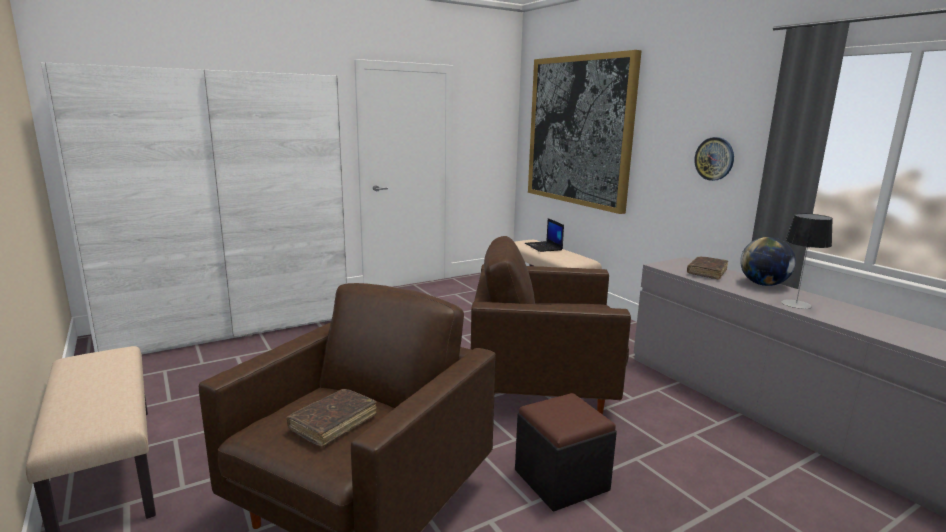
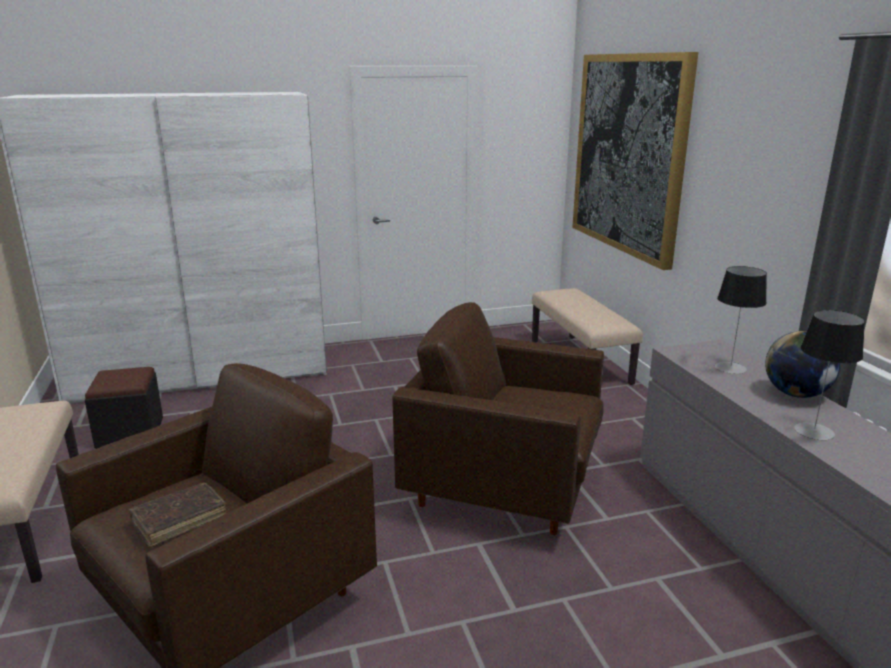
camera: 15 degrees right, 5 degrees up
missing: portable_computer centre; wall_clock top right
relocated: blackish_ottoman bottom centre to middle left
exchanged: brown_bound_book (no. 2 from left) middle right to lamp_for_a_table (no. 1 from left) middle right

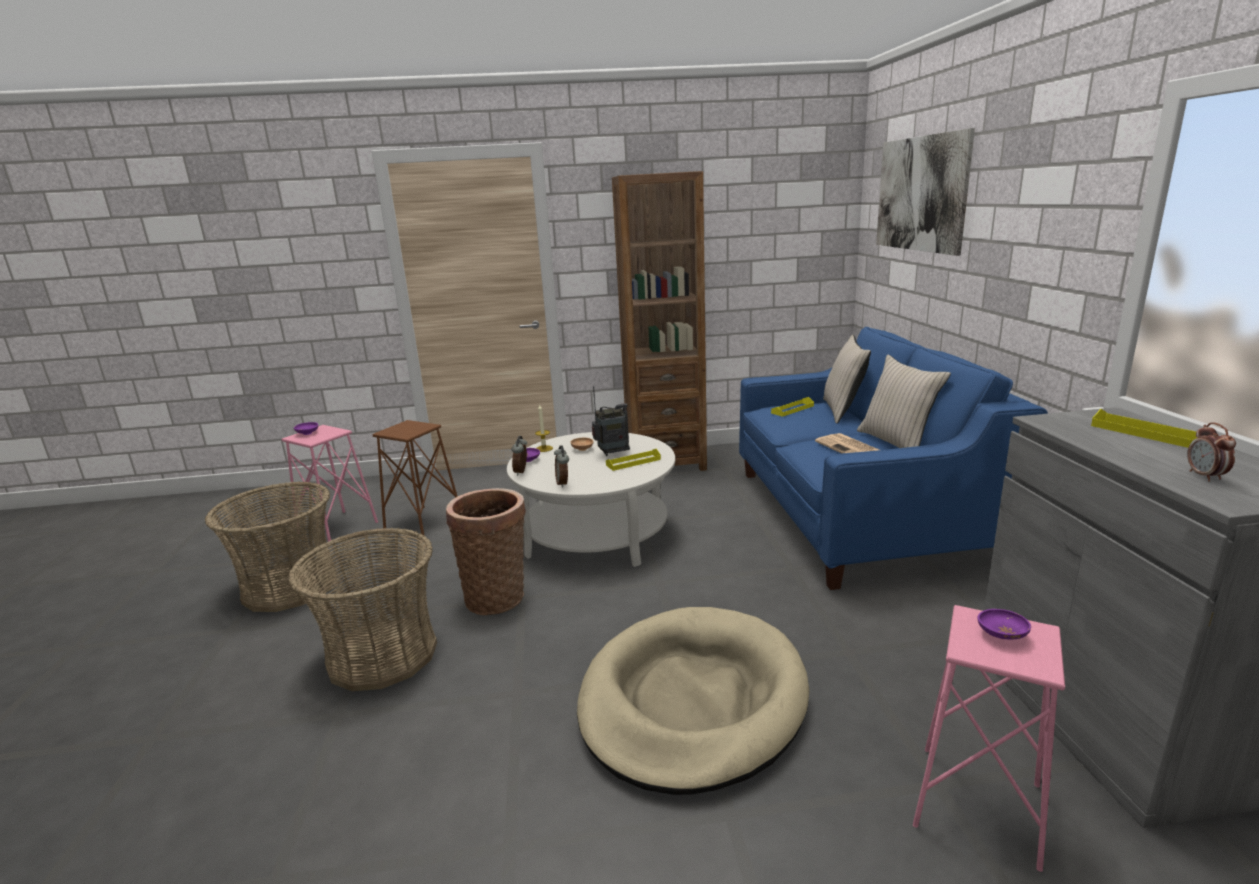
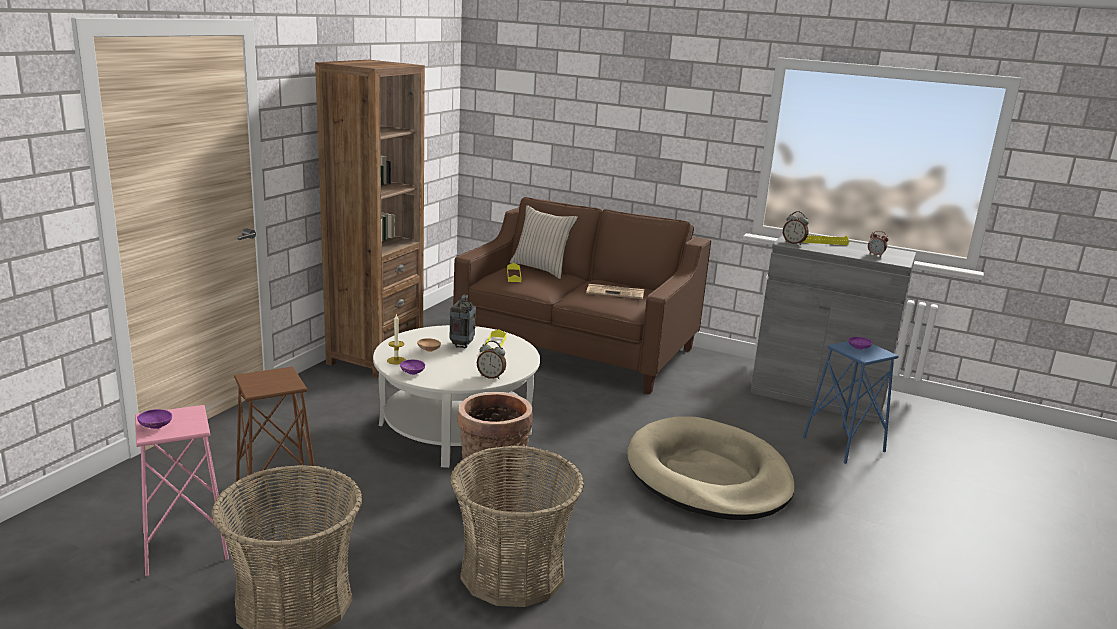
camera: 60 degrees left, 0 degrees up
missing: beige_pillow (no. 2 from left) middle right; picture top right
relocated: alarm_clock (no. 1 from left in the first image) centre to alarm_clock (no. 2 from left) middle right
colour: blue-coloured_settee middle right to brown_settee centre; pink-coloured_stool_seat (no. 2 from left) bottom right to blue-coloured_stool_seat middle right

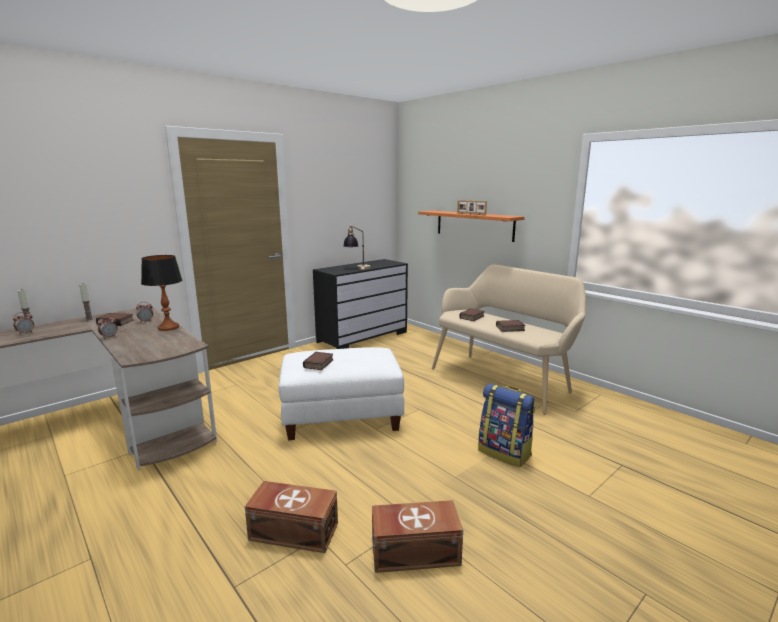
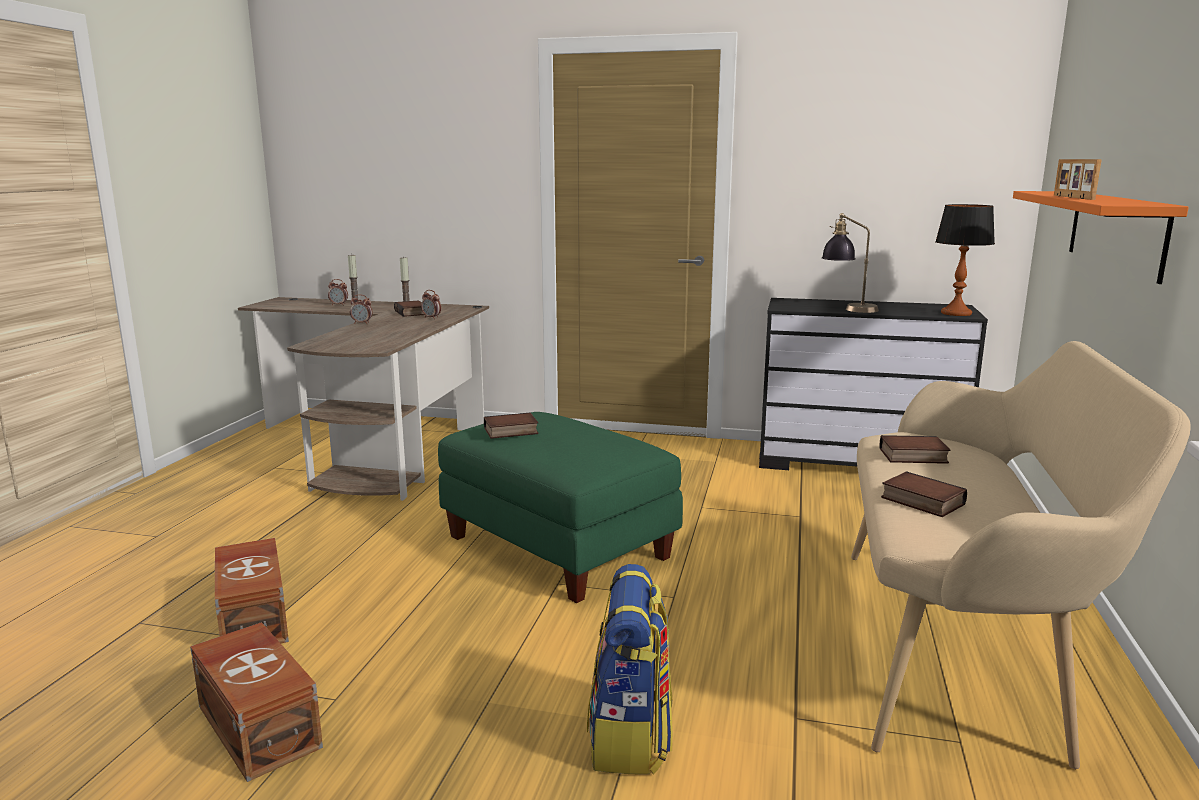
camera: 55 degrees right, 0 degrees up
relocated: lamp_for_a_table (no. 1 from left in the first image) middle left to lamp_for_a_table (no. 2 from left) top right
colour: whitish_ottoman centre to green-coloured_ottoman centre

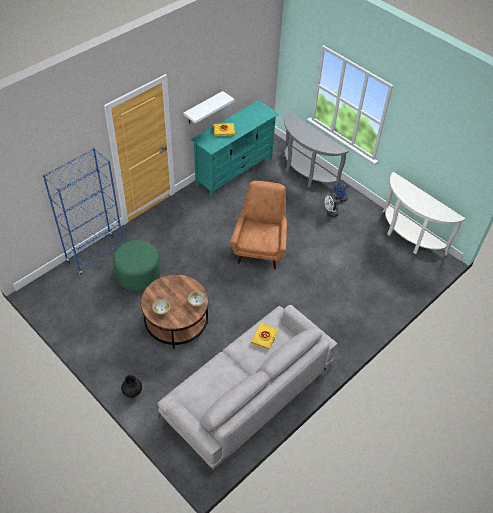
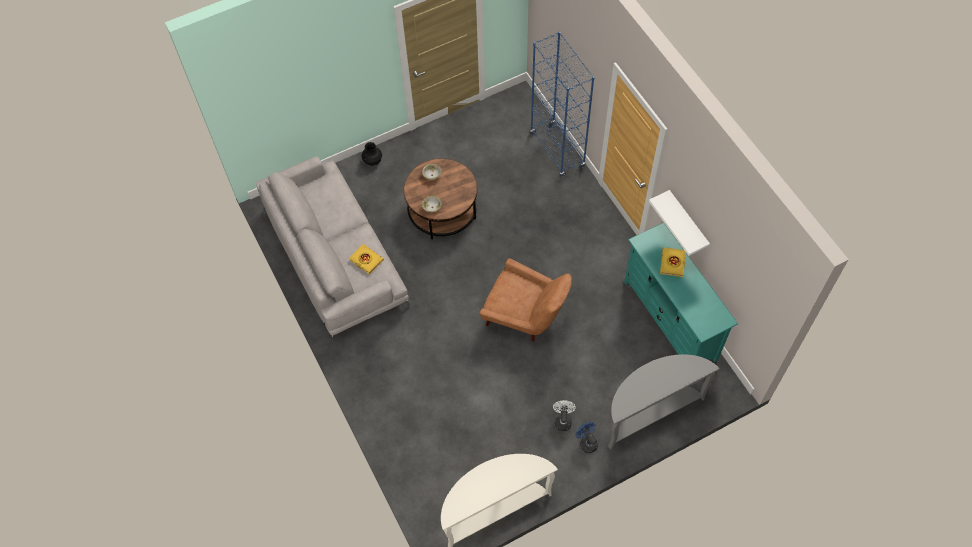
camera: 110 degrees right, 10 degrees up
missing: green-coloured_ottoman middle left

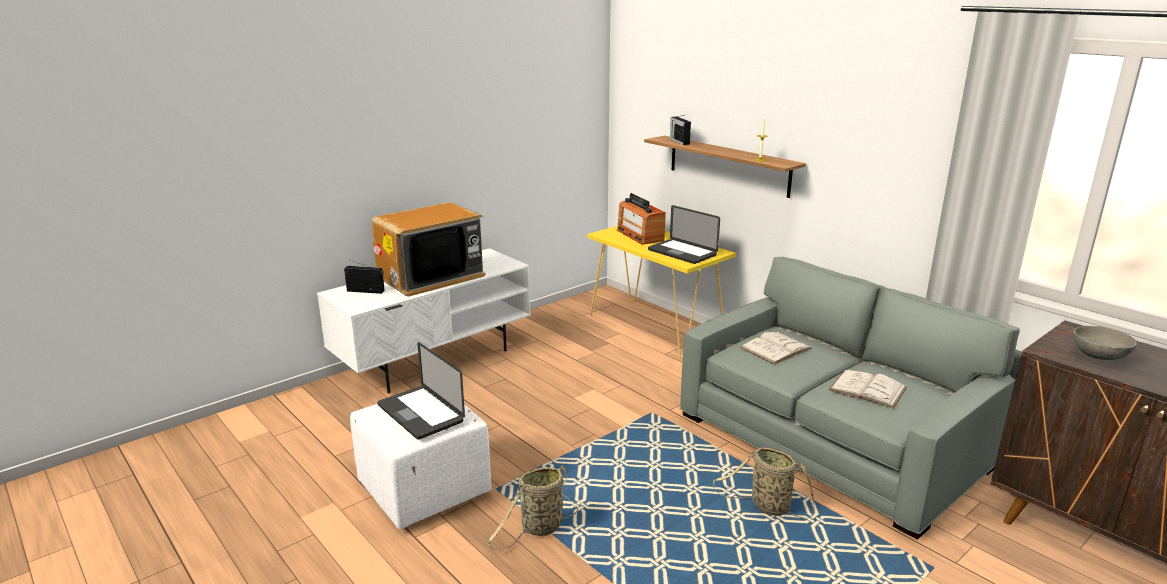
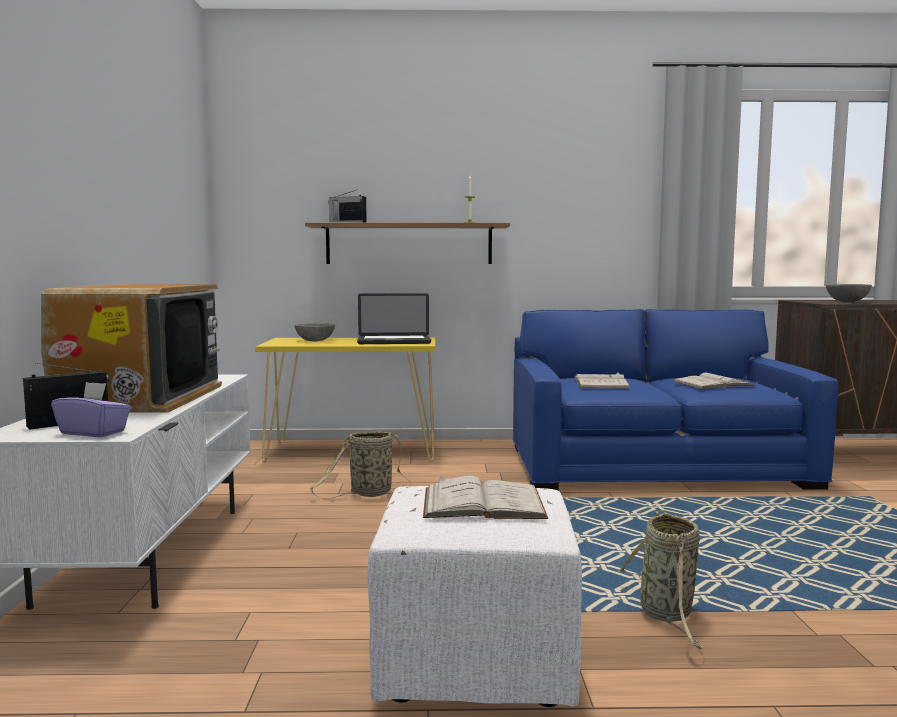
camera: 50 degrees left, 15 degrees down
appeared: purple_tissue_holder middle left
relocated: household_basket (no. 2 from left in the first image) bottom centre to household_basket (no. 1 from left) centre
exchanged: radio_set (no. 2 from left) centre to grey_deep_dish (no. 1 from left) centre; portable_computer (no. 1 from left) bottom centre to whitish_bound_book (no. 1 from left) bottom centre
colour: grey_settee bottom right to blue-coloured_settee middle right

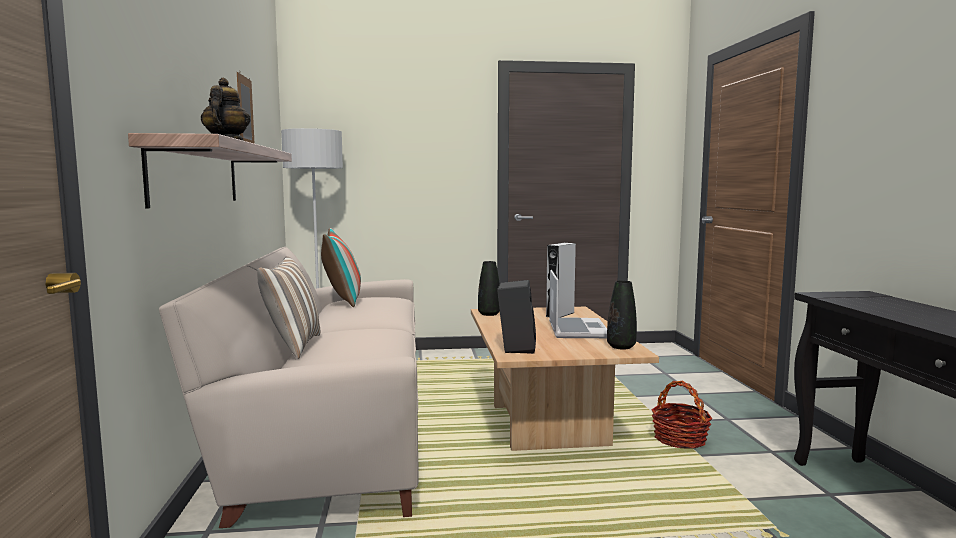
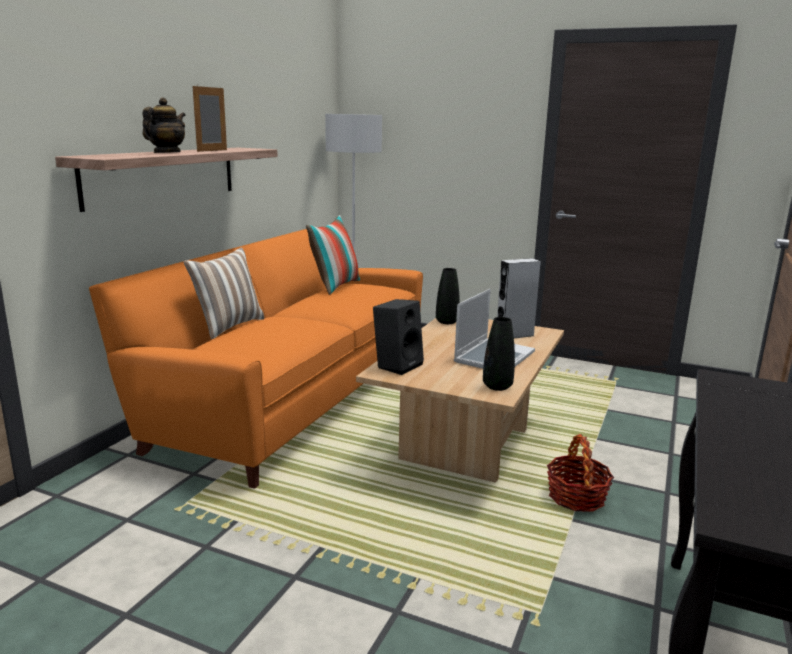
camera: 30 degrees right, 10 degrees up
colour: beige_settee bottom left to orangey_settee middle left

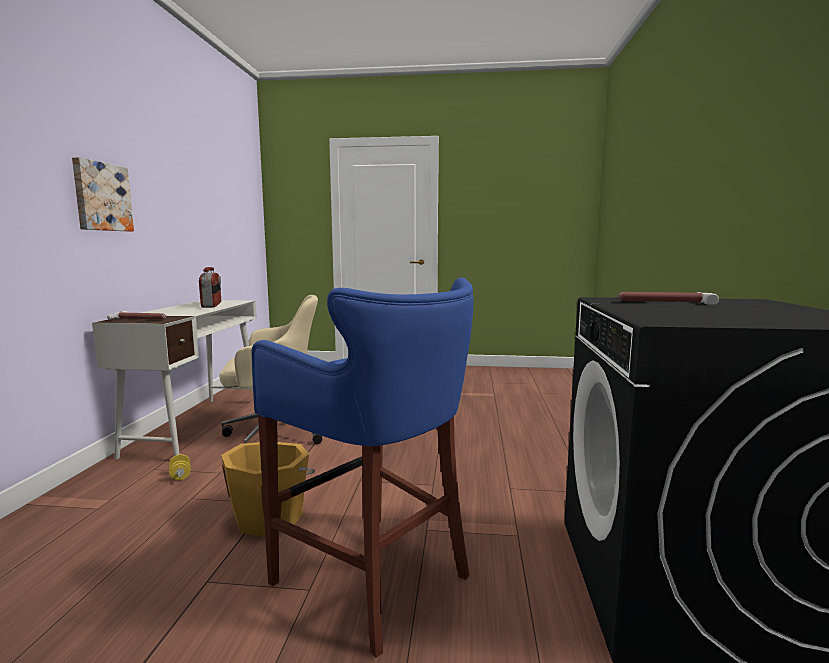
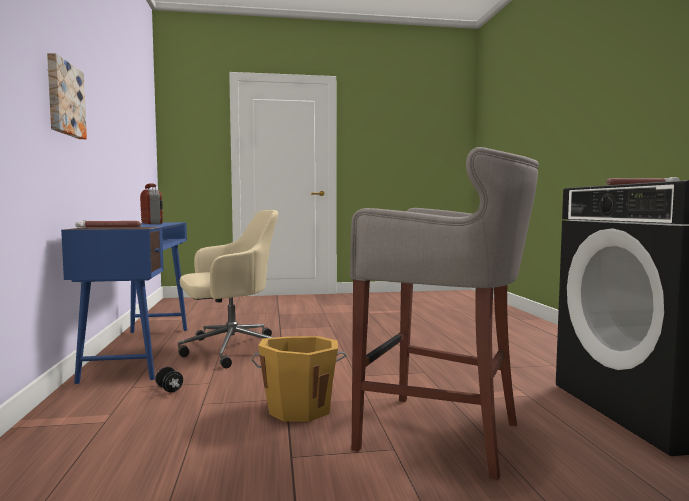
camera: 15 degrees left, 5 degrees down
colour: whitish_desk_unit middle left to blue-coloured_desk_unit middle left; yellow_hand_weight bottom left to blackish_hand_weight bottom left; blue-coloured_stool_seat bottom centre to grey_stool_seat centre

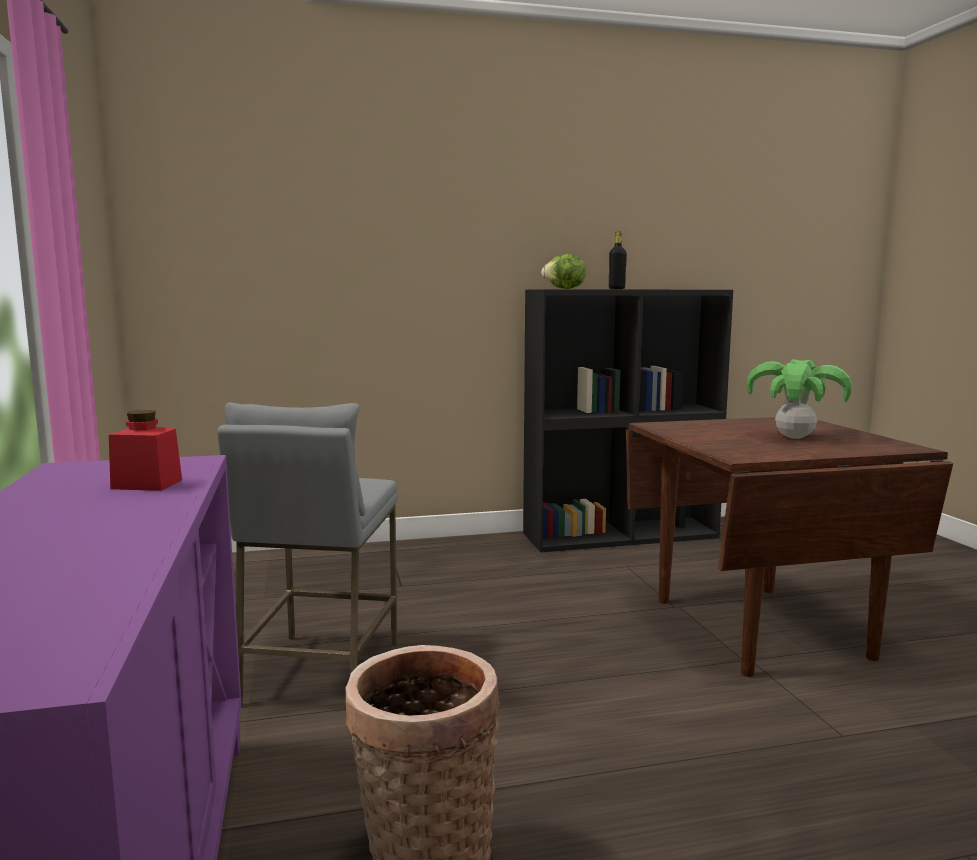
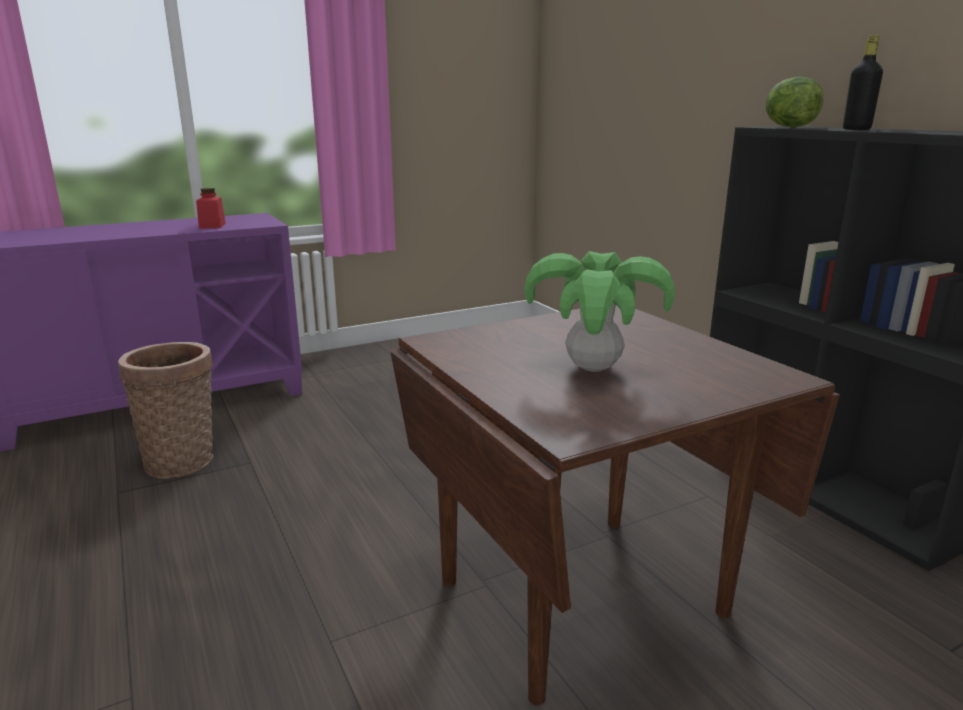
camera: 75 degrees right, 10 degrees up
missing: grey_stool_seat middle left

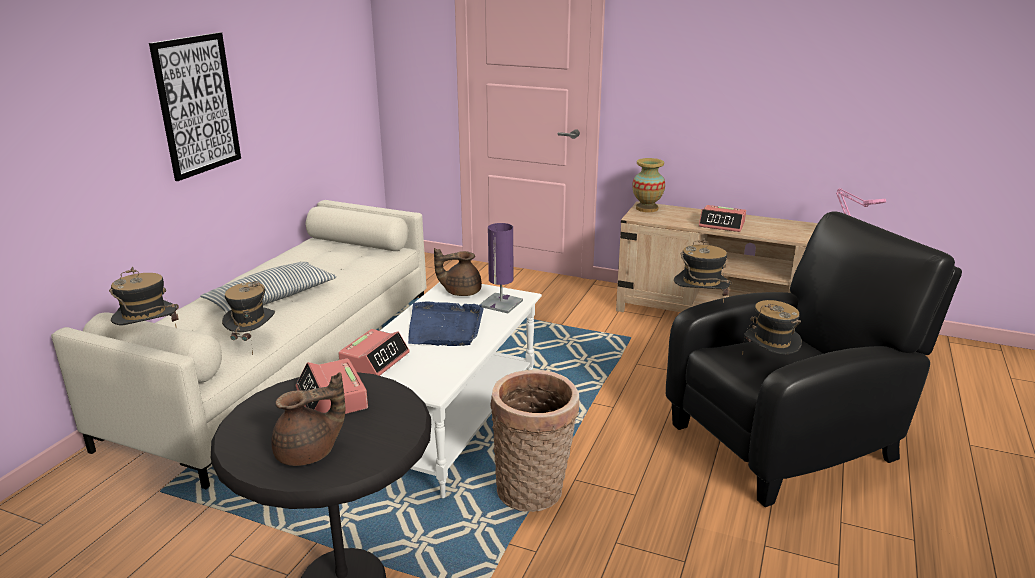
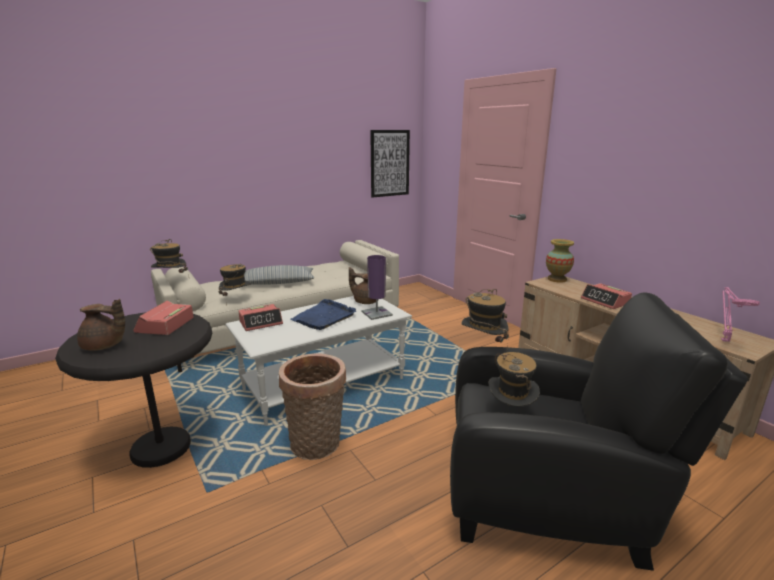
camera: 35 degrees right, 5 degrees down
relocated: picture top left to top centre

